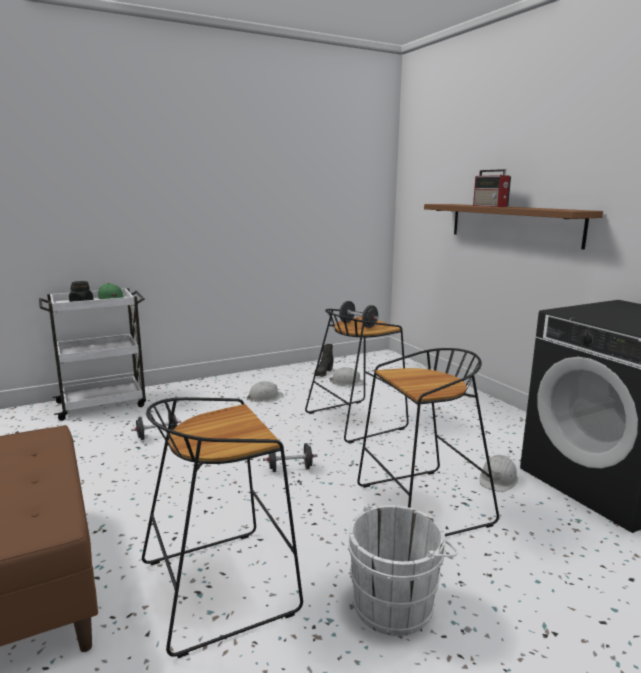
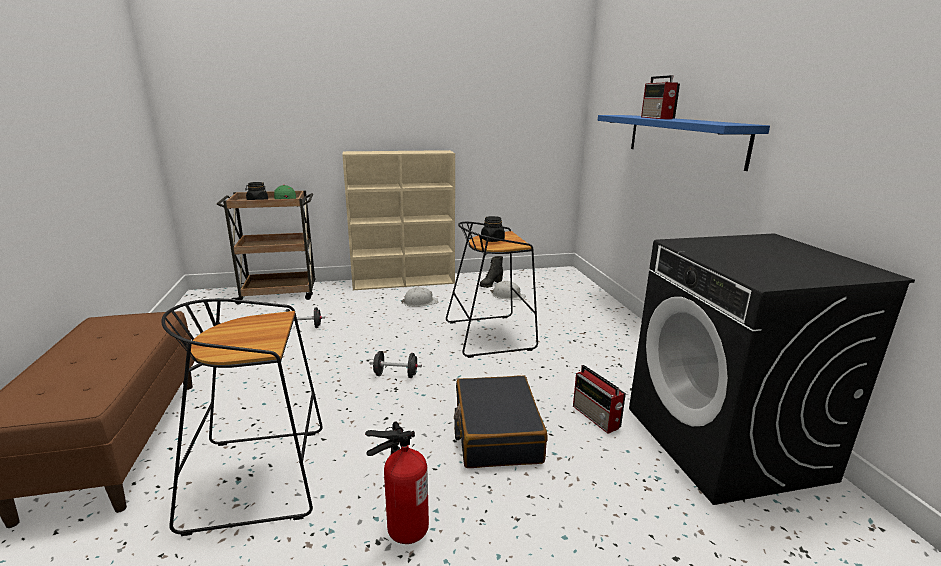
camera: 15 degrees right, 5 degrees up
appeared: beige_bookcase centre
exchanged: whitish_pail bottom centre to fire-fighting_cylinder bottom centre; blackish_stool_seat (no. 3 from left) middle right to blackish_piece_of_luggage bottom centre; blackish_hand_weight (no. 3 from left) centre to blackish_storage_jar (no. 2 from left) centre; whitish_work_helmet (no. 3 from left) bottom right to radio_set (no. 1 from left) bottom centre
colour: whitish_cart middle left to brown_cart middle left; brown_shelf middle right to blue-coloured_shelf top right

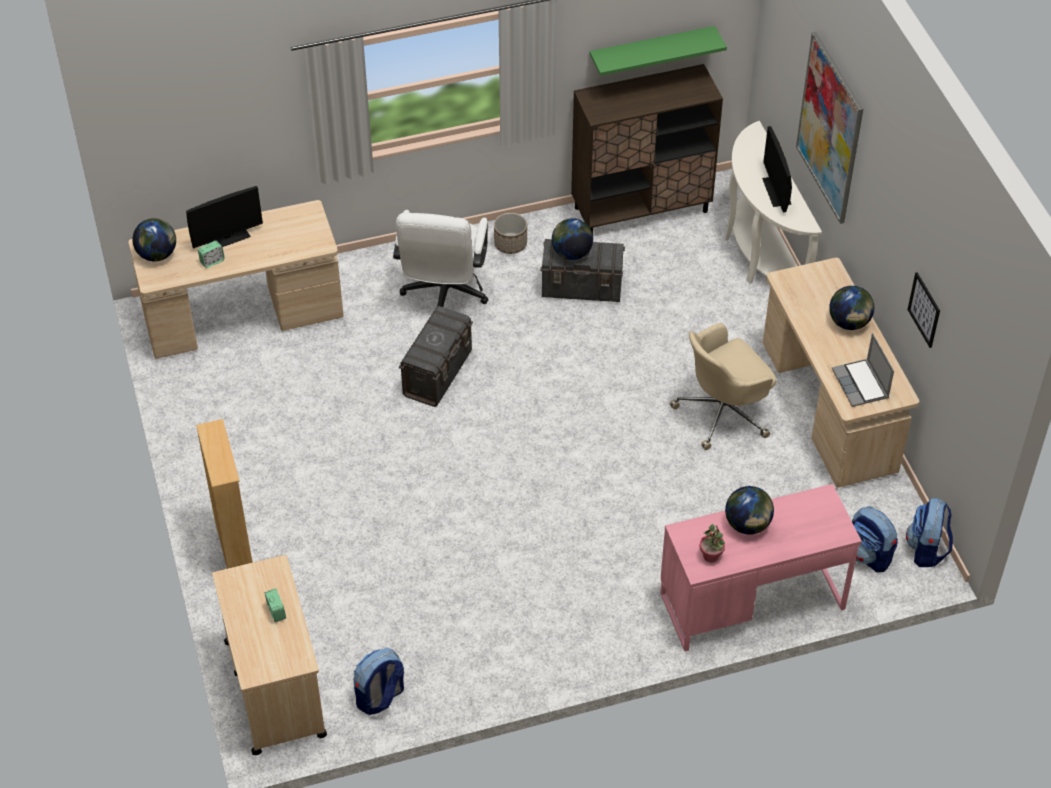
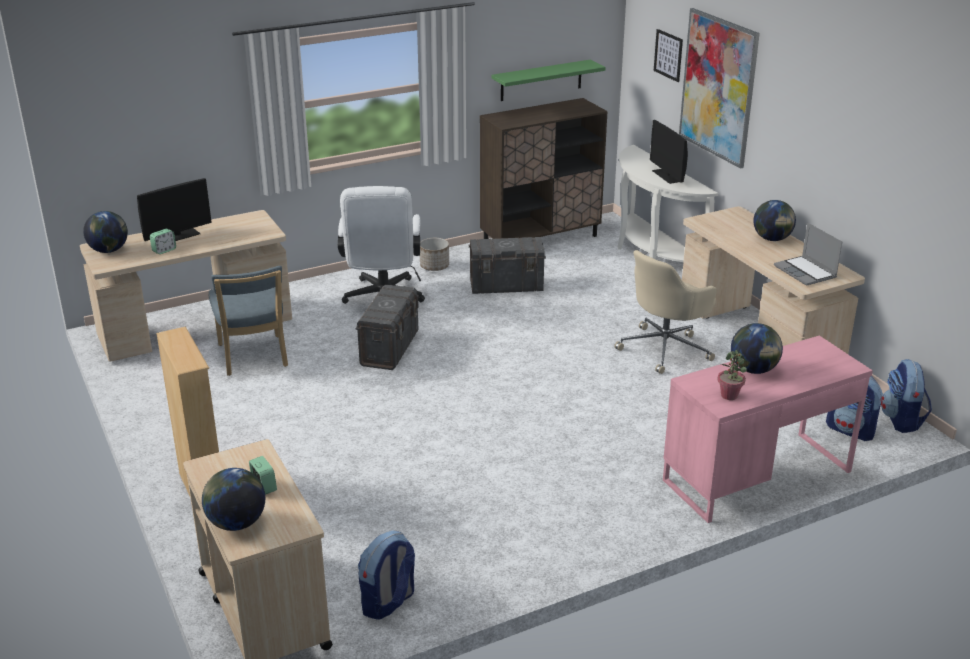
camera: 10 degrees left, 20 degrees down
appeared: blue-coloured_chair middle left
relocated: desk_globe (no. 2 from left) top centre to bottom left; picture (no. 2 from left in the first image) middle right to picture (no. 1 from left) top right

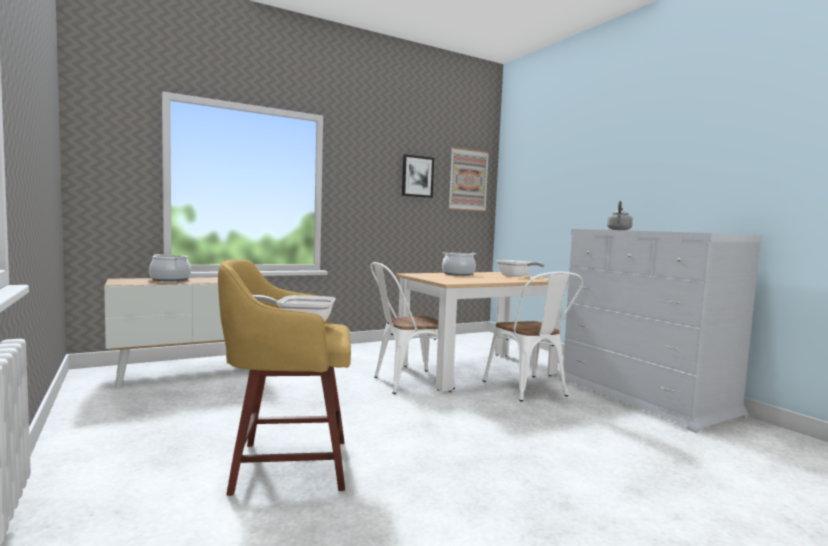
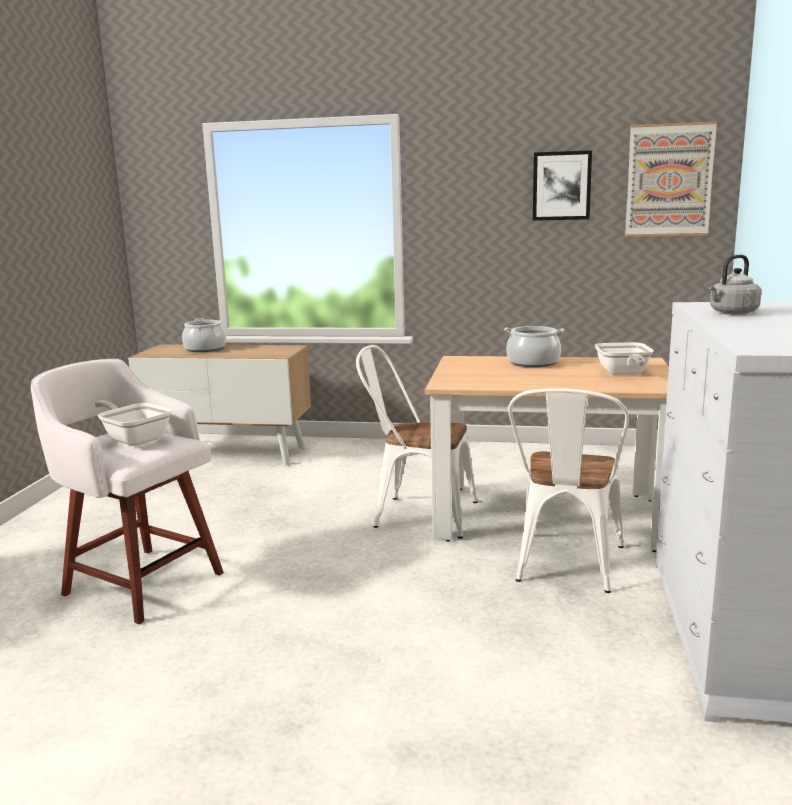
camera: 40 degrees right, 10 degrees up
colour: yellow_stool_seat bottom centre to whitish_stool_seat middle left

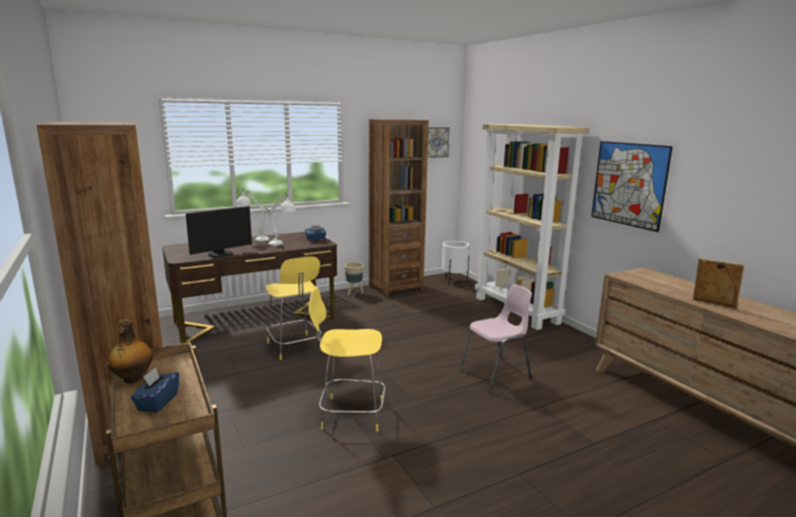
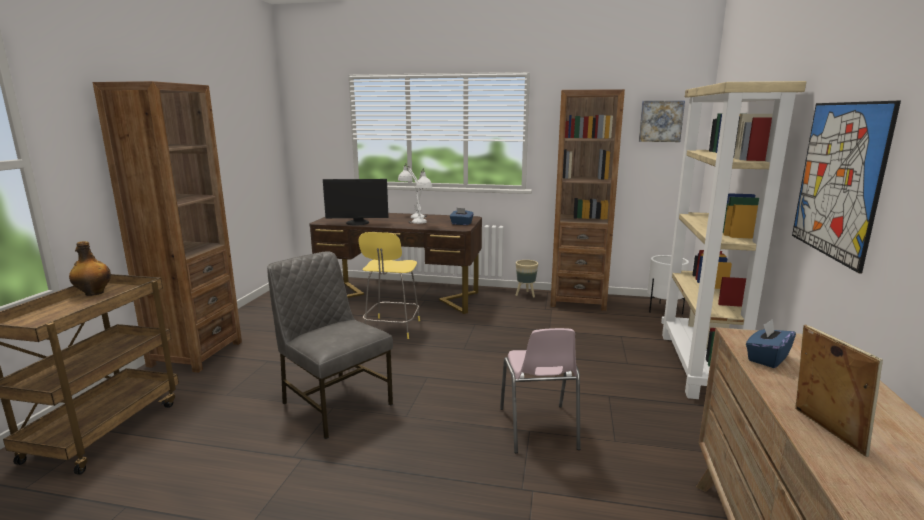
camera: 40 degrees right, 0 degrees up
relocated: blue-coloured_tissue_holder (no. 1 from left in the first image) bottom left to blue-coloured_tissue_holder (no. 2 from left) middle right
exchanged: yellow_stool_seat (no. 2 from left) bottom centre to grey_chair centre
spun: pink-coloured_chair centre = bottom centre 75 degrees clockwise

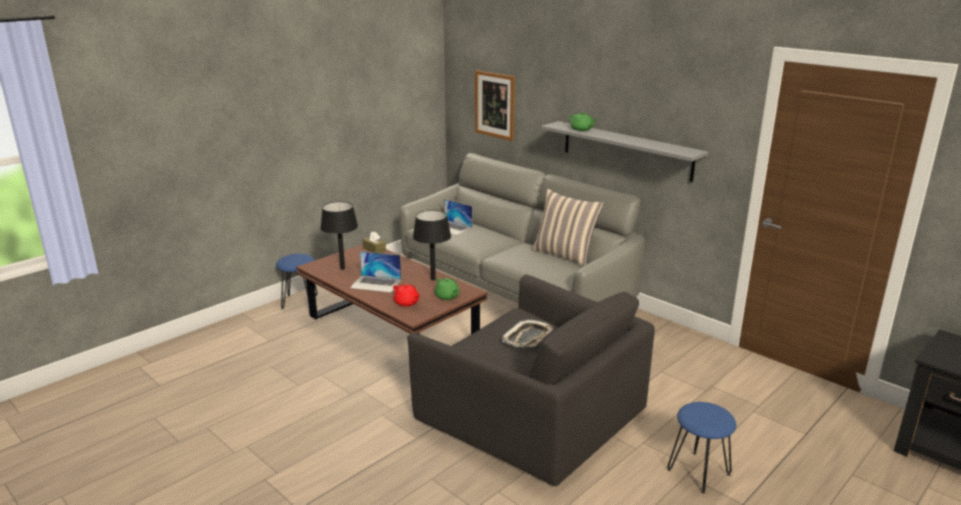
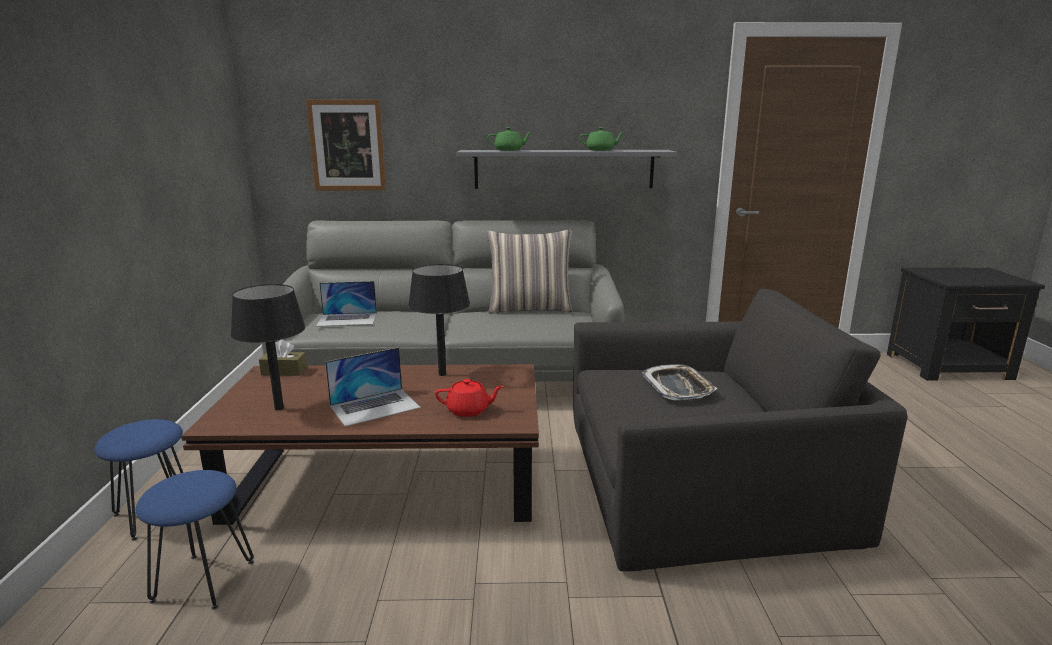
camera: 45 degrees left, 5 degrees down
relocated: blue-coloured_stool_seat (no. 2 from left) bottom right to bottom left; green-coloured_teapot (no. 1 from left in the first image) centre to green-coloured_teapot (no. 2 from left) top centre

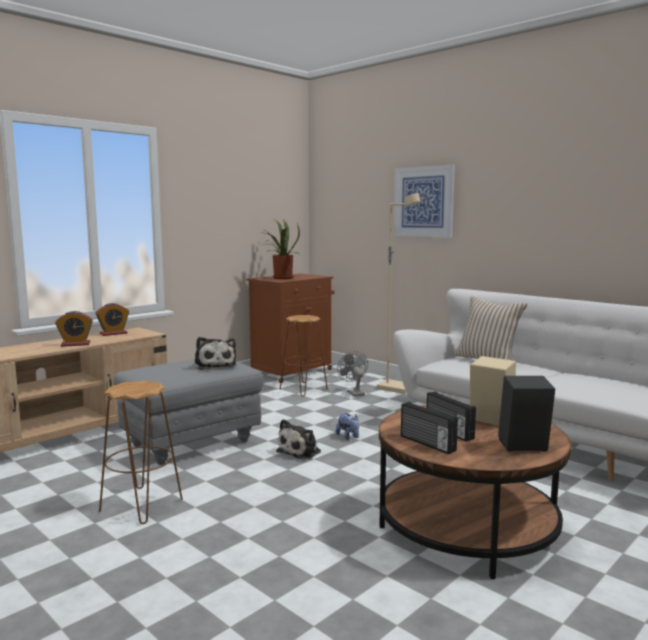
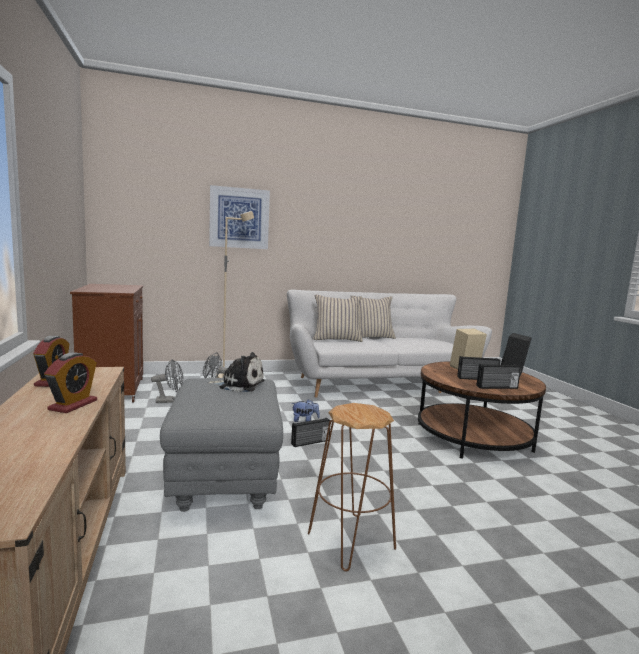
camera: 60 degrees left, 0 degrees up
missing: houseplant centre
appeared: beige_pillow (no. 2 from left) centre
exchanged: brown_stool_seat (no. 2 from left) centre to grey_electric_fan (no. 1 from left) middle left; plush_toy (no. 2 from left) bottom centre to radio_set (no. 1 from left) centre

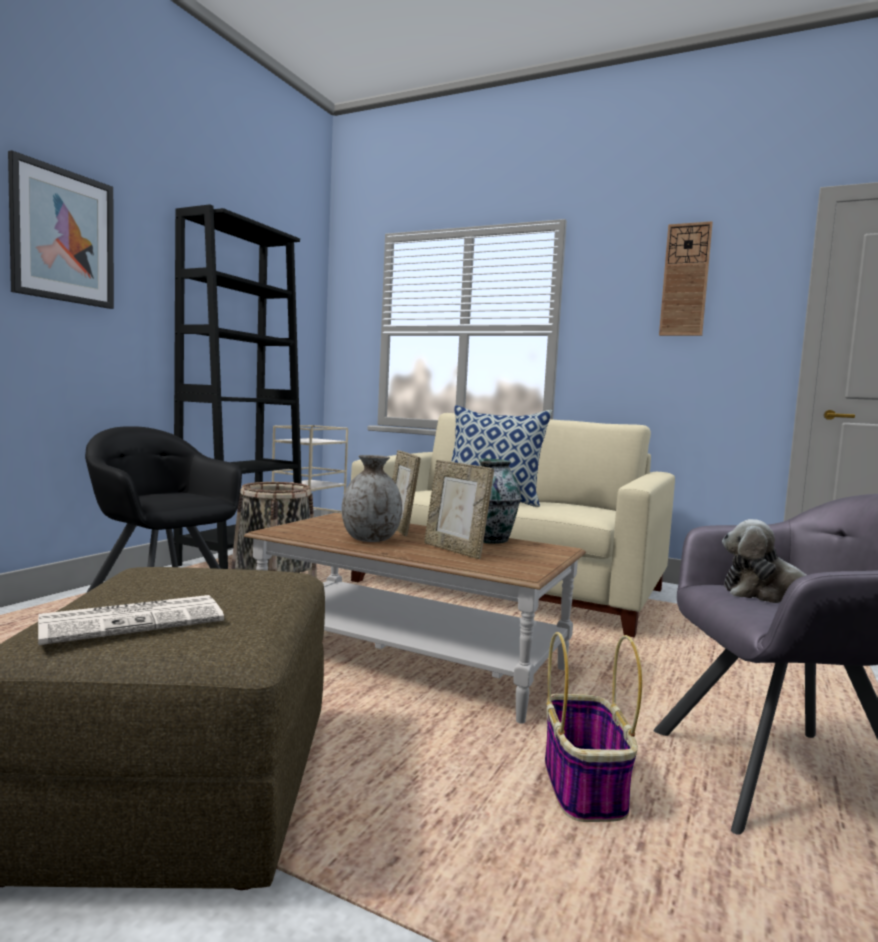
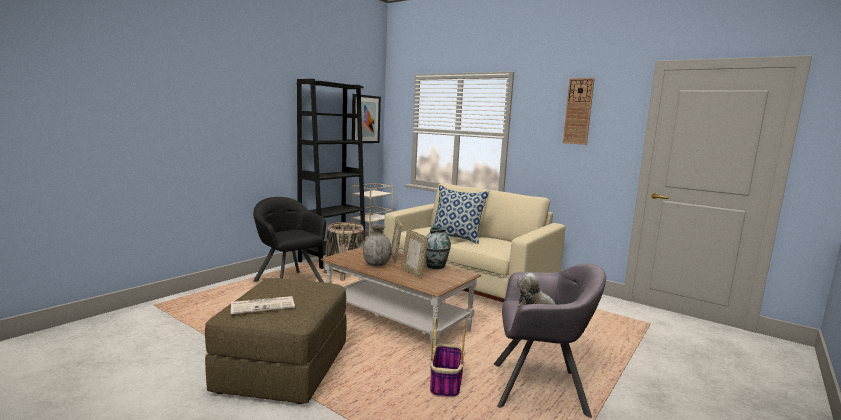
camera: 10 degrees right, 5 degrees up
relocated: picture top left to top centre

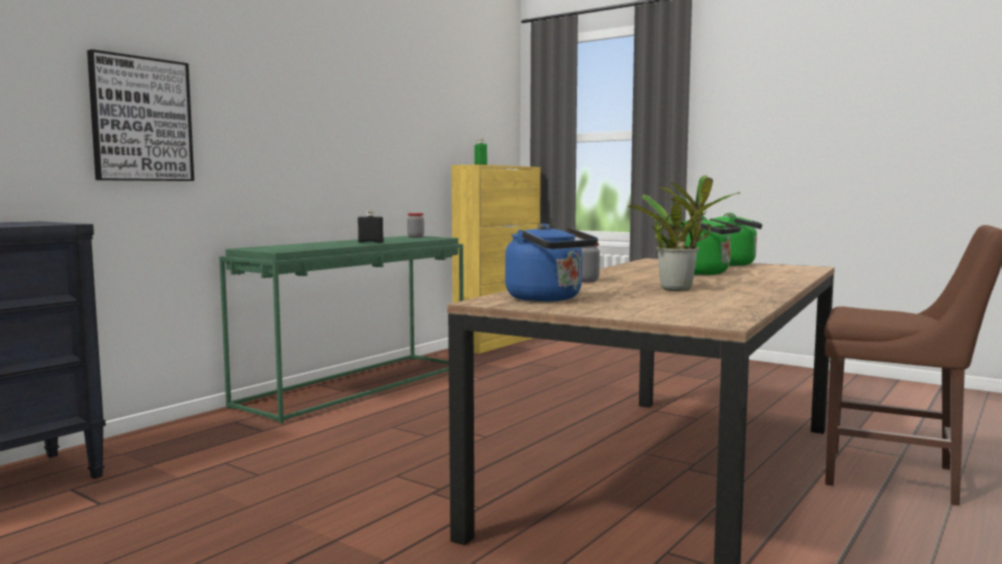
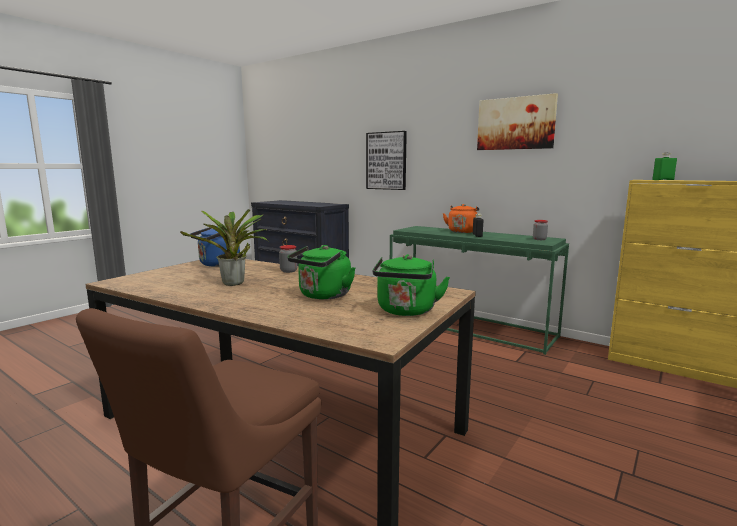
camera: 90 degrees right, 5 degrees up
appeared: orangey_kettle centre; picture (no. 2 from left) top right

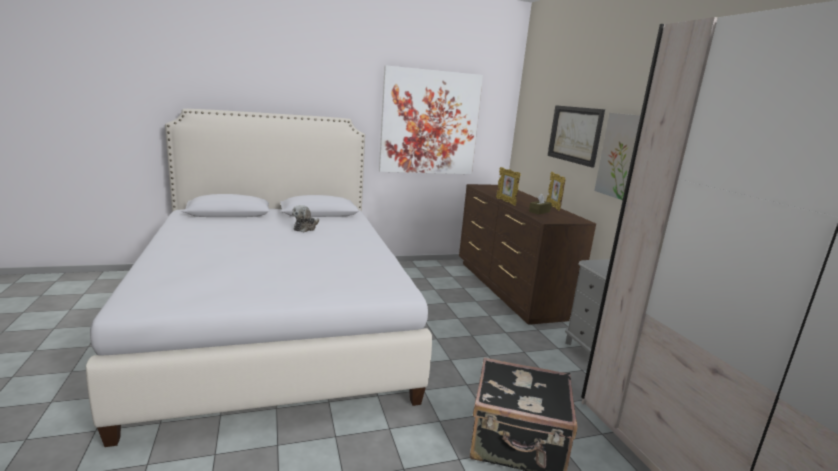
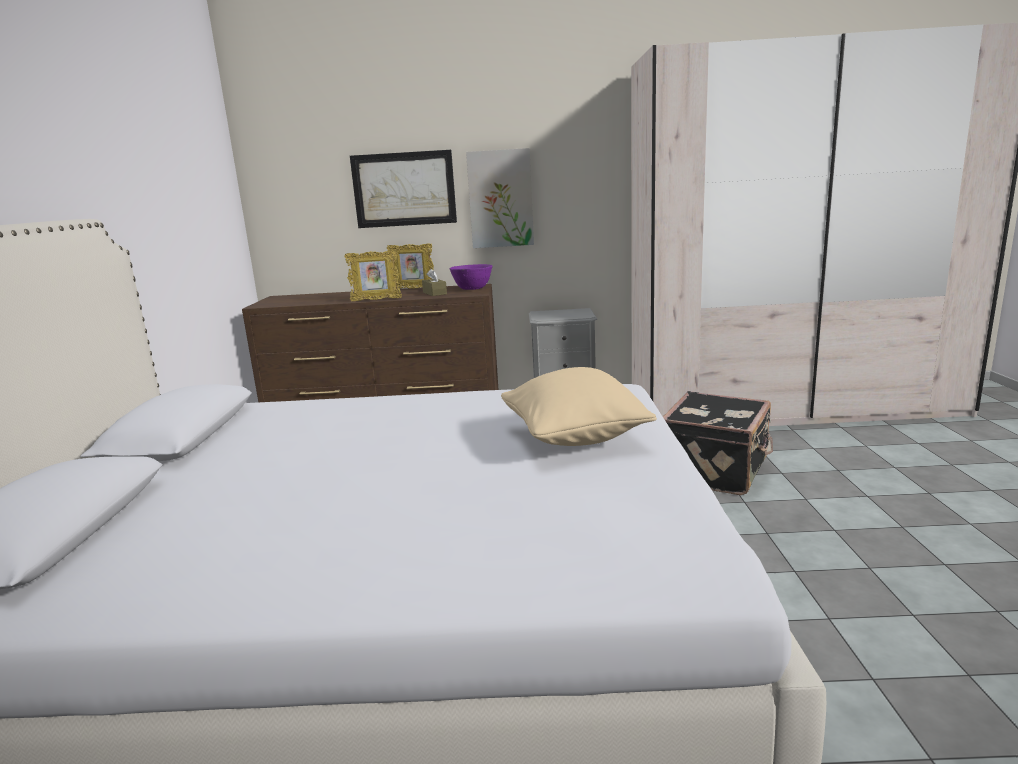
camera: 70 degrees left, 0 degrees up
missing: plush_toy centre; picture (no. 1 from left) top centre
appeared: purple_deep_dish centre; beige_pillow centre

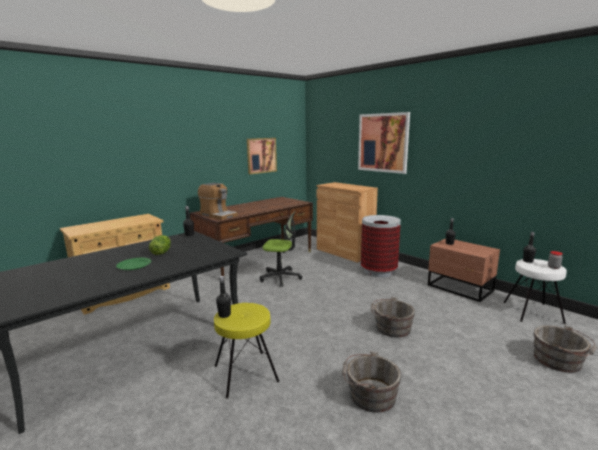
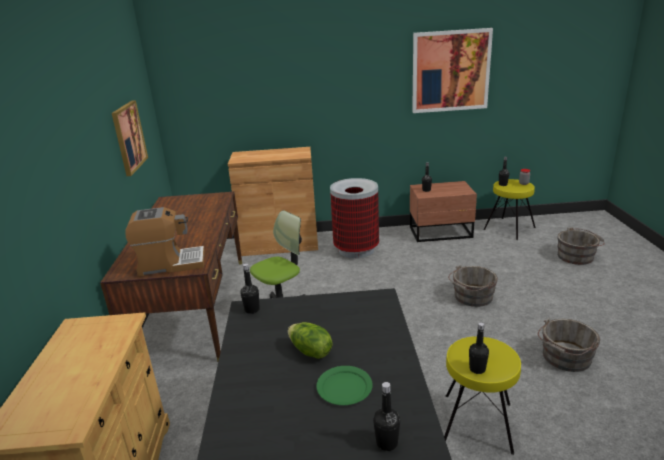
camera: 50 degrees left, 10 degrees up
appeared: blackish_bottle (no. 2 from left) bottom centre
relocated: picture (no. 2 from left) top centre to top right
colour: whitish_stool_seat middle right to yellow_stool_seat (no. 2 from left) middle right

